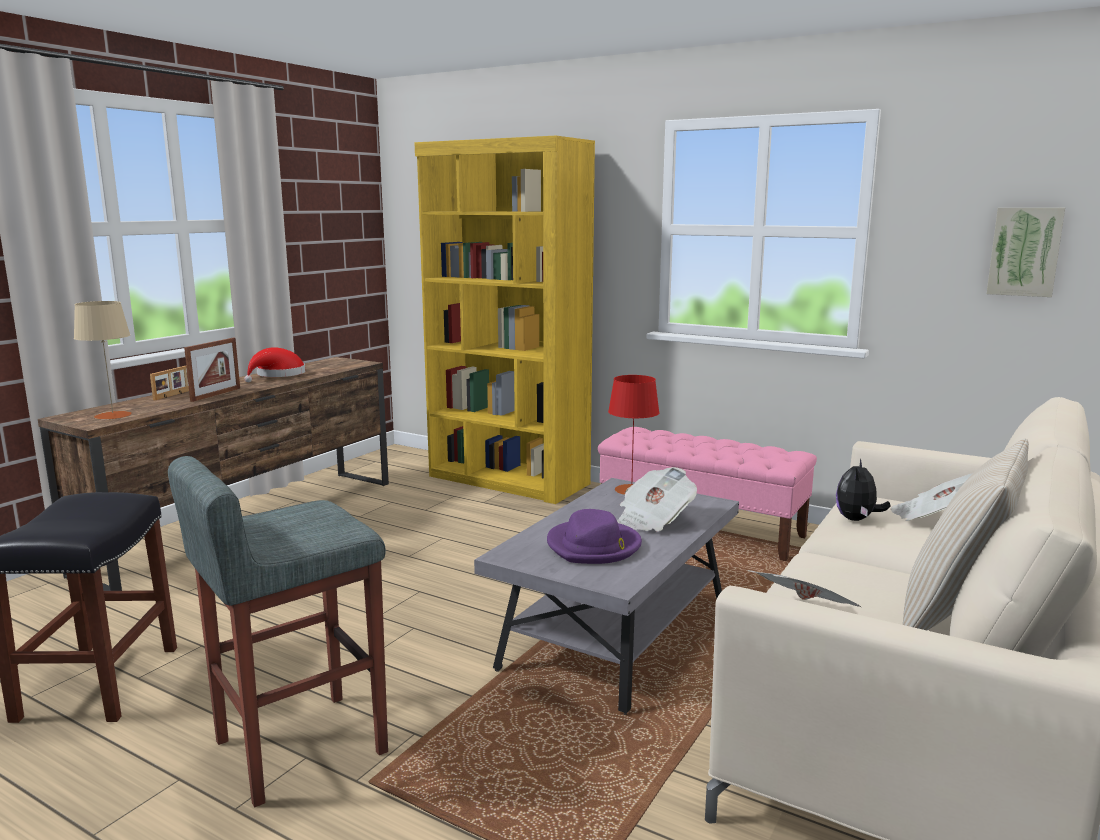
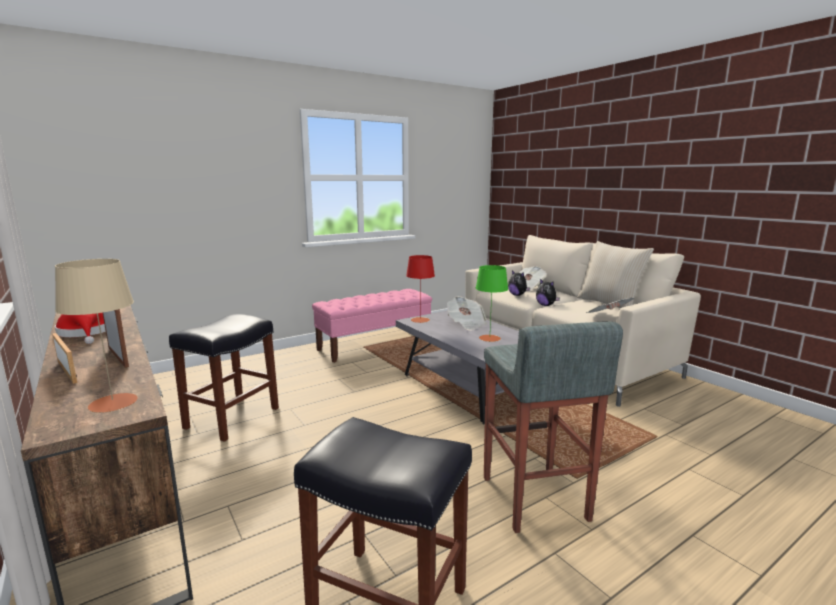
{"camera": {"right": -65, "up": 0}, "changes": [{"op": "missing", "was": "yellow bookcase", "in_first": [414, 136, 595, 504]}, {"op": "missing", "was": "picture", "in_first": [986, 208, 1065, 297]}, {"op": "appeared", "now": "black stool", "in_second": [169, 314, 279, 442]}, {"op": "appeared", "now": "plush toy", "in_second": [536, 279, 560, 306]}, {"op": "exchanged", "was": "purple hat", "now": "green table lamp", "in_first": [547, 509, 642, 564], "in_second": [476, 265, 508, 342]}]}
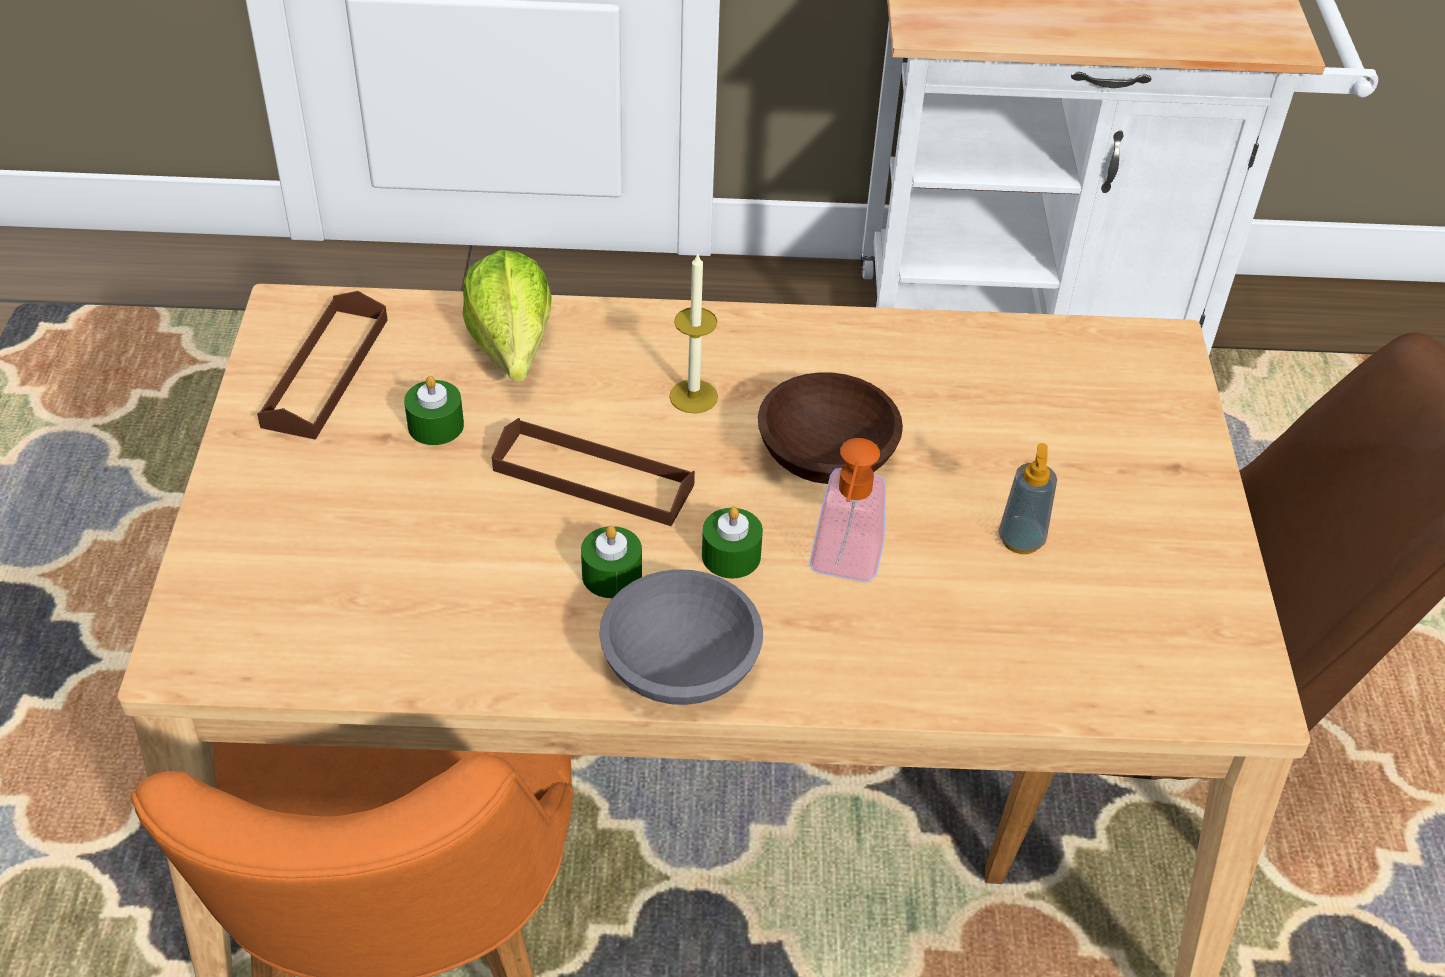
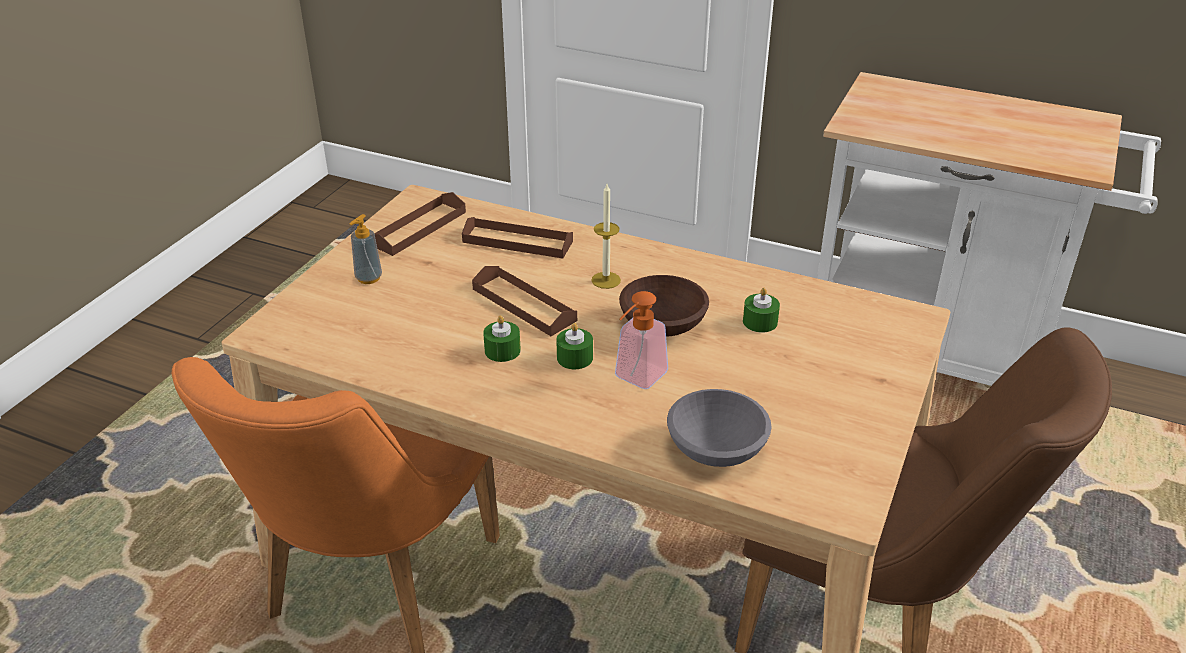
{"camera": {"right": 25, "up": -10}, "changes": [{"op": "relocated", "was": "green candle", "in_first": [404, 376, 464, 445], "in_second": [743, 288, 780, 333]}, {"op": "relocated", "was": "grey bowl", "in_first": [599, 569, 763, 705], "in_second": [667, 389, 772, 467]}, {"op": "relocated", "was": "soap dispenser", "in_first": [998, 443, 1057, 554], "in_second": [350, 214, 382, 284]}, {"op": "exchanged", "was": "lettuce", "now": "brown tray", "in_first": [462, 250, 552, 382], "in_second": [462, 217, 573, 258]}]}
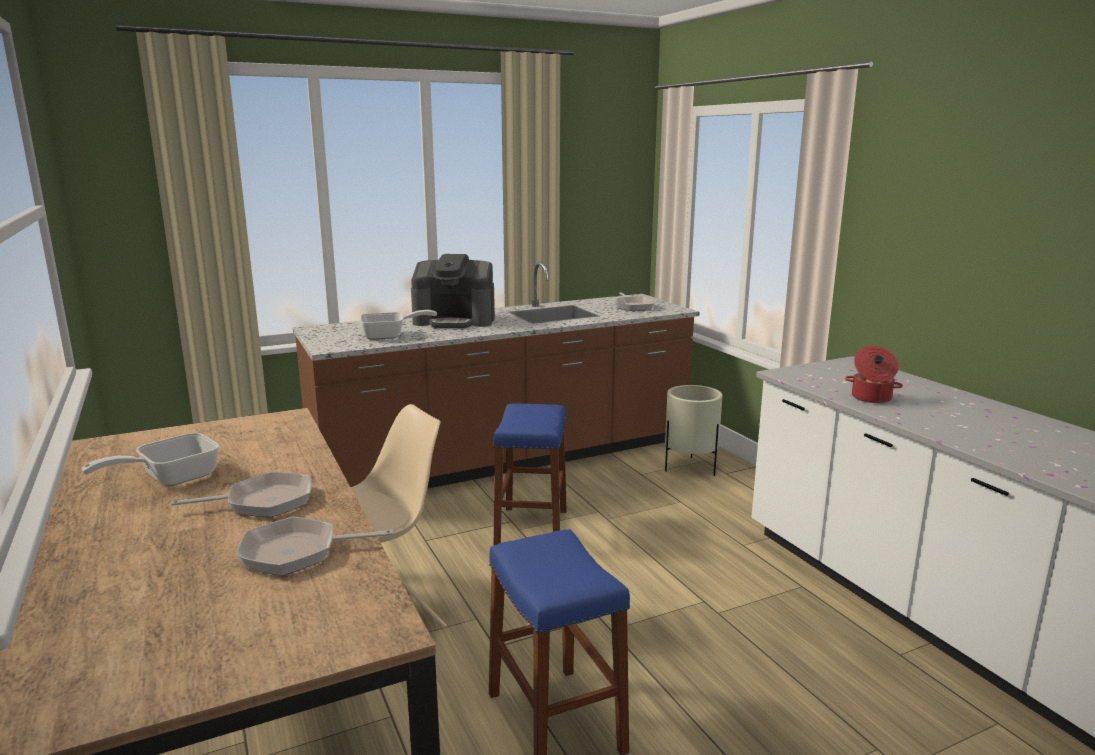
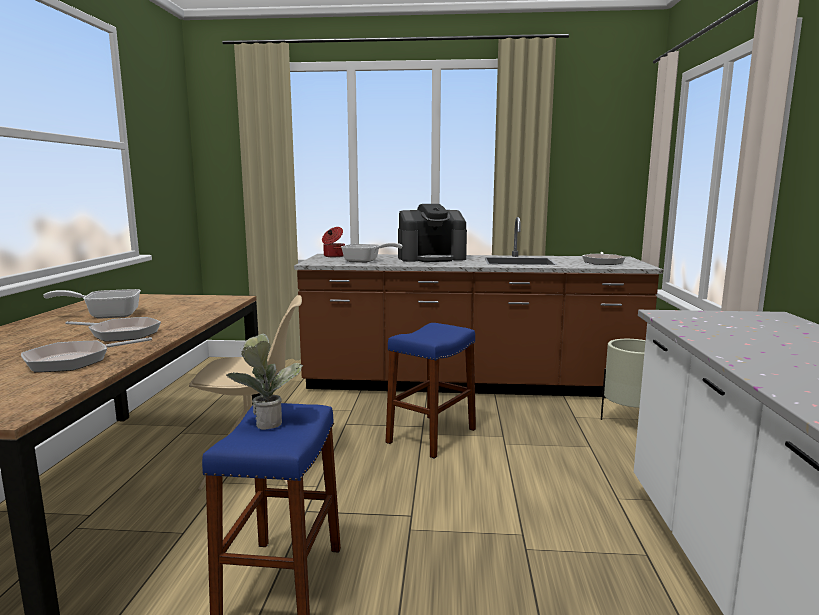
{"camera": {"right": 30, "up": -5}, "changes": [{"op": "appeared", "now": "potted plant", "in_second": [226, 333, 303, 429]}, {"op": "relocated", "was": "cooking pot", "in_first": [845, 346, 903, 403], "in_second": [322, 227, 345, 257]}, {"op": "spun", "was": "frying pan", "in_first": [237, 517, 393, 576], "in_second": [21, 337, 152, 372], "clockwise": -60}, {"op": "spun", "was": "coffee machine", "in_first": [411, 254, 495, 328], "in_second": [398, 204, 467, 262], "clockwise": -45}]}
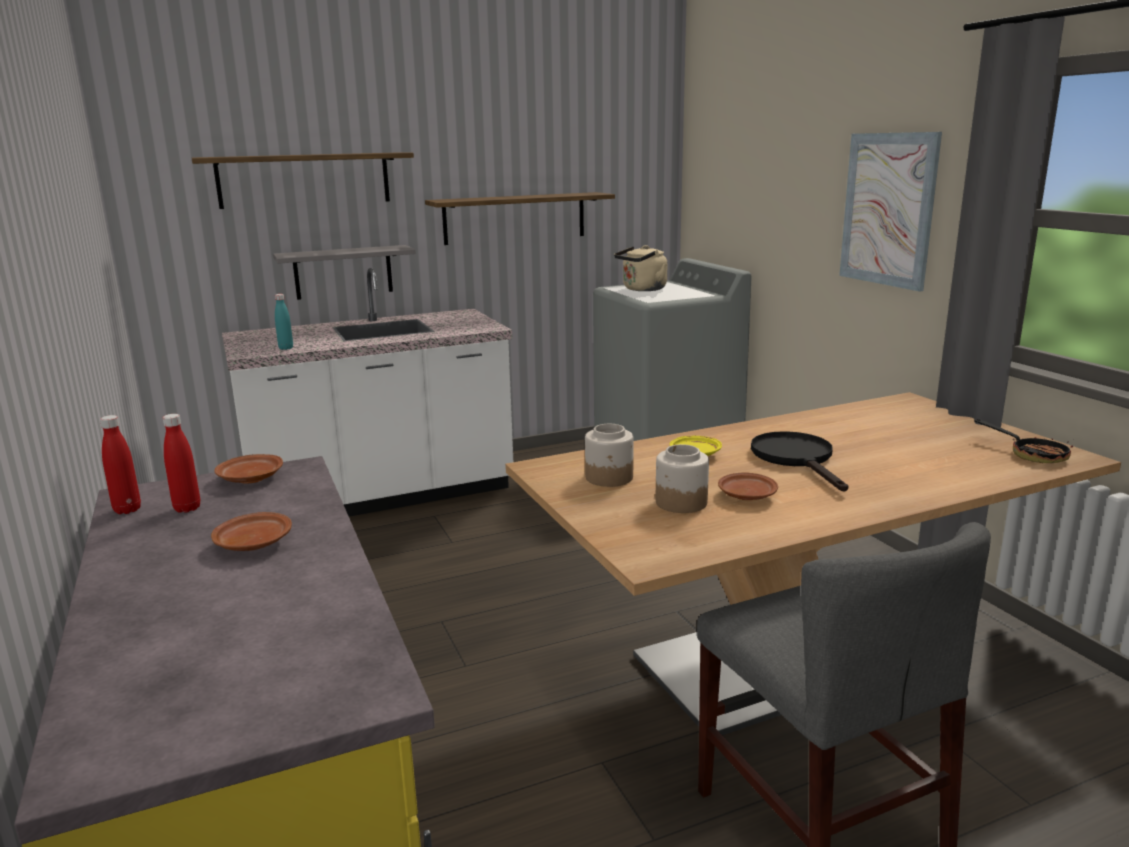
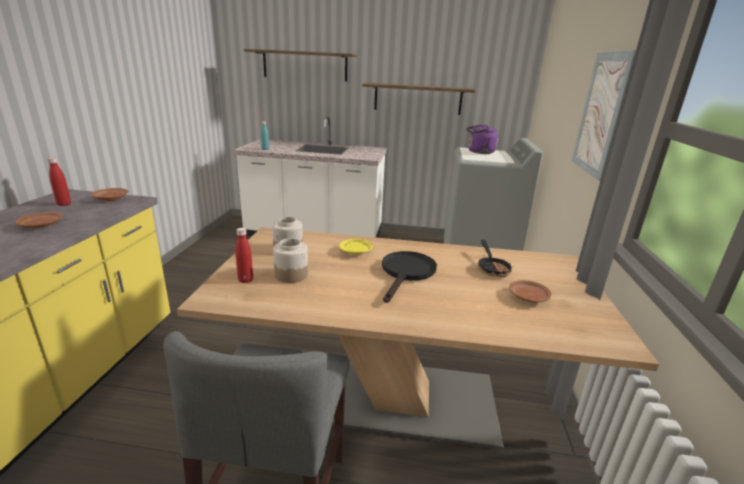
{"camera": {"right": 30, "up": 5}, "changes": [{"op": "missing", "was": "grey shelf", "in_first": [273, 245, 416, 300]}, {"op": "relocated", "was": "red bottle", "in_first": [100, 415, 141, 514], "in_second": [235, 228, 253, 283]}, {"op": "relocated", "was": "brown plate", "in_first": [718, 472, 778, 500], "in_second": [510, 280, 552, 302]}, {"op": "relocated", "was": "frying pan", "in_first": [975, 419, 1073, 463], "in_second": [477, 240, 514, 277]}, {"op": "colour", "was": "beige kettle", "now": "purple kettle", "in_first": [614, 245, 667, 291], "in_second": [466, 125, 498, 154]}]}
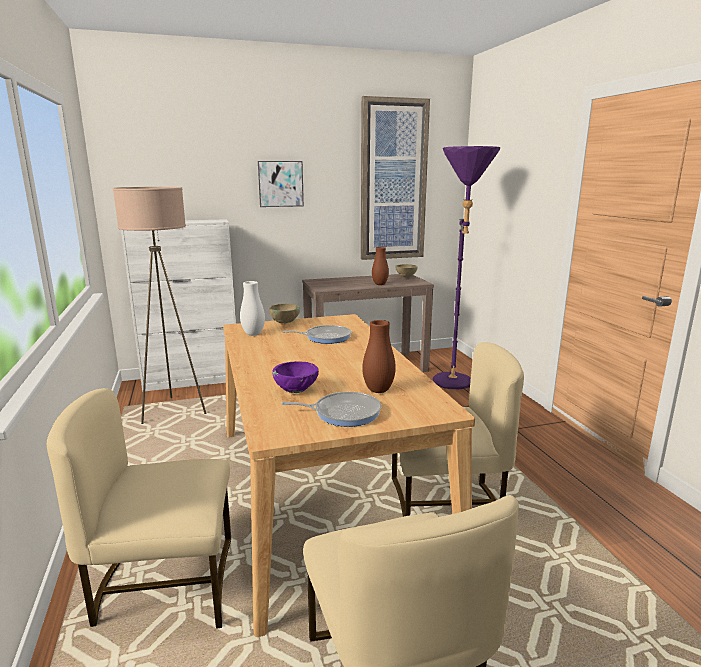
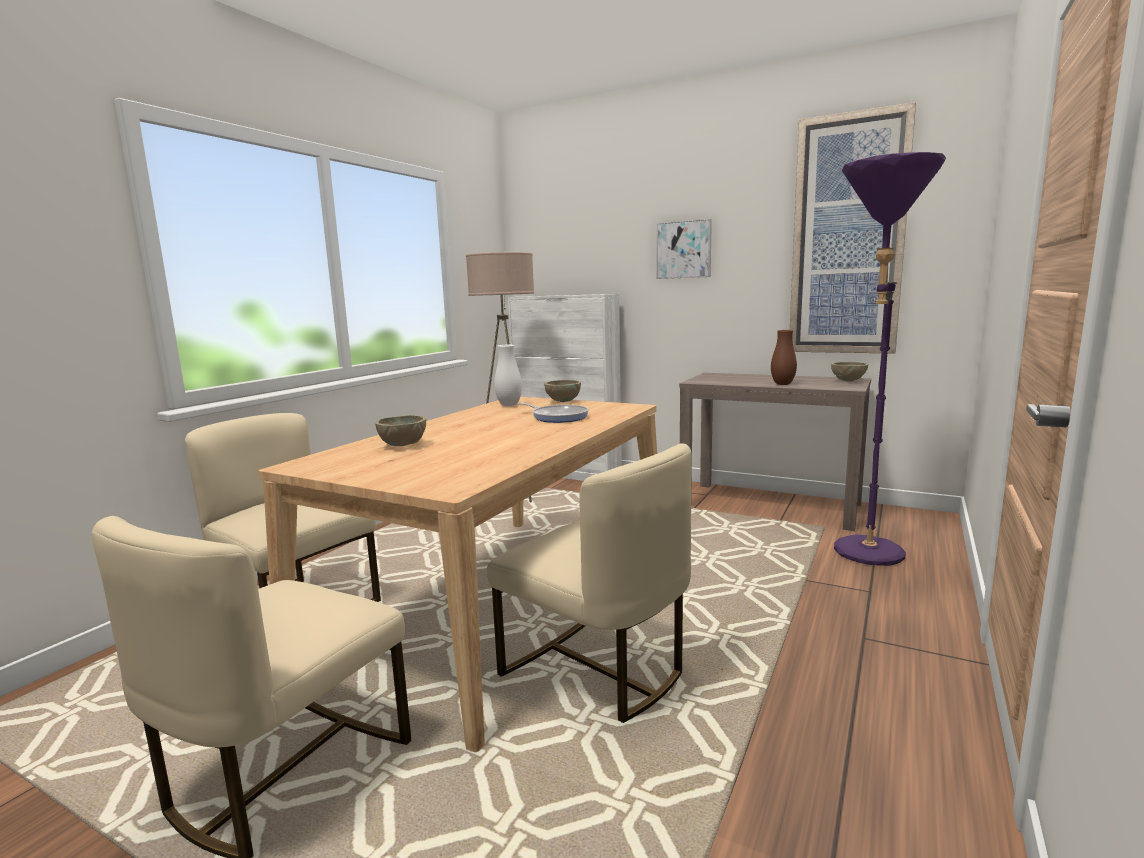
{"camera": {"right": 45, "up": -5}, "changes": [{"op": "missing", "was": "frying pan", "in_first": [281, 392, 381, 427]}, {"op": "missing", "was": "brown vase", "in_first": [362, 320, 396, 393]}, {"op": "colour", "was": "purple bowl", "now": "beige bowl", "in_first": [273, 361, 319, 393], "in_second": [375, 415, 426, 446]}]}
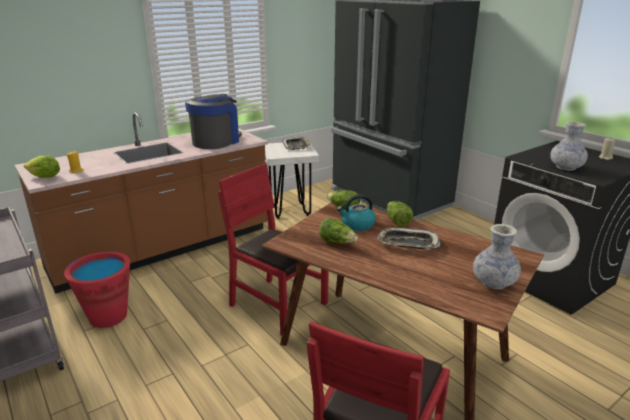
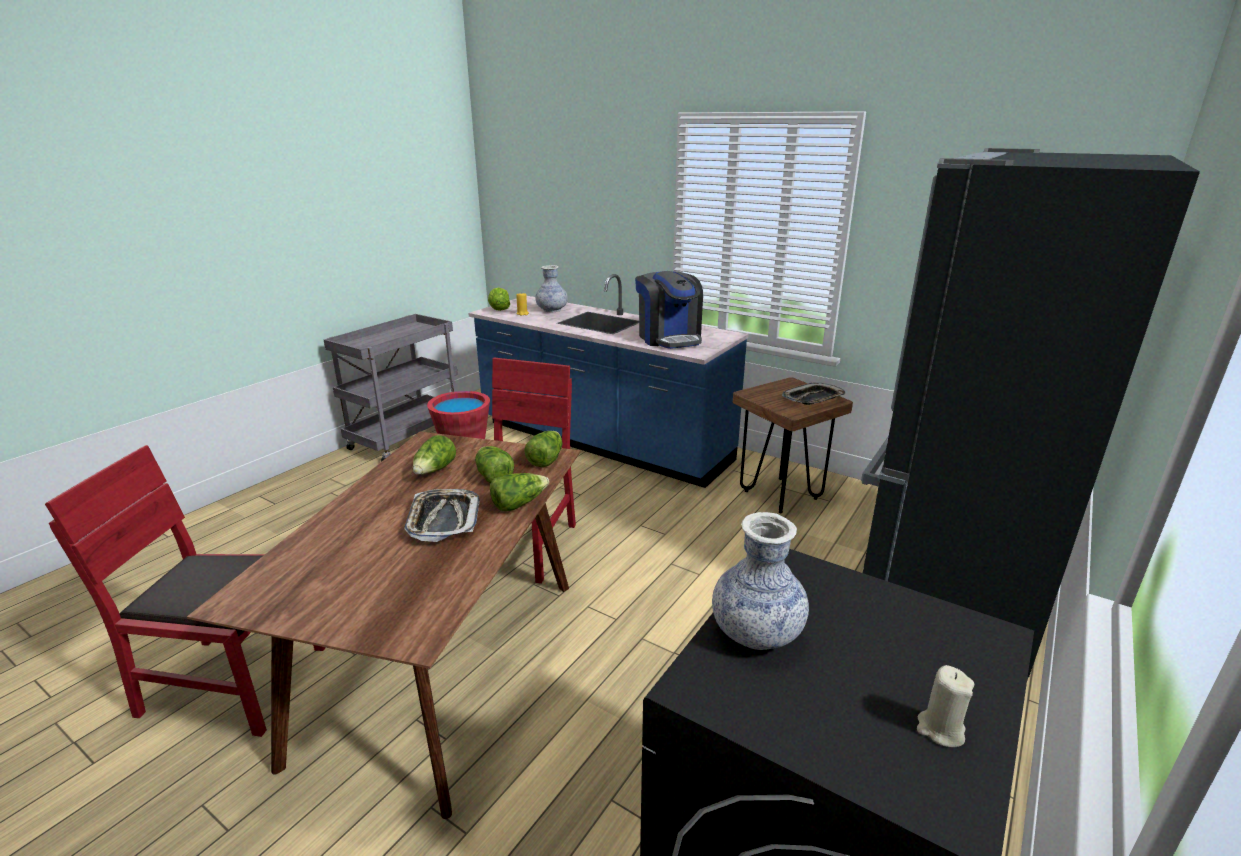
{"camera": {"right": 70, "up": 0}, "changes": [{"op": "relocated", "was": "vase", "in_first": [473, 224, 521, 289], "in_second": [535, 265, 568, 312]}, {"op": "exchanged", "was": "kettle", "now": "lettuce", "in_first": [337, 194, 376, 231], "in_second": [475, 446, 514, 483]}, {"op": "colour", "was": "brown counter", "now": "blue counter", "in_first": [15, 112, 268, 294], "in_second": [468, 274, 749, 488]}, {"op": "colour", "was": "white stool", "now": "brown stool", "in_first": [265, 143, 319, 219], "in_second": [733, 377, 853, 514]}, {"op": "spun", "was": "coffee machine", "in_first": [185, 94, 242, 149], "in_second": [635, 271, 703, 349], "clockwise": 60}]}
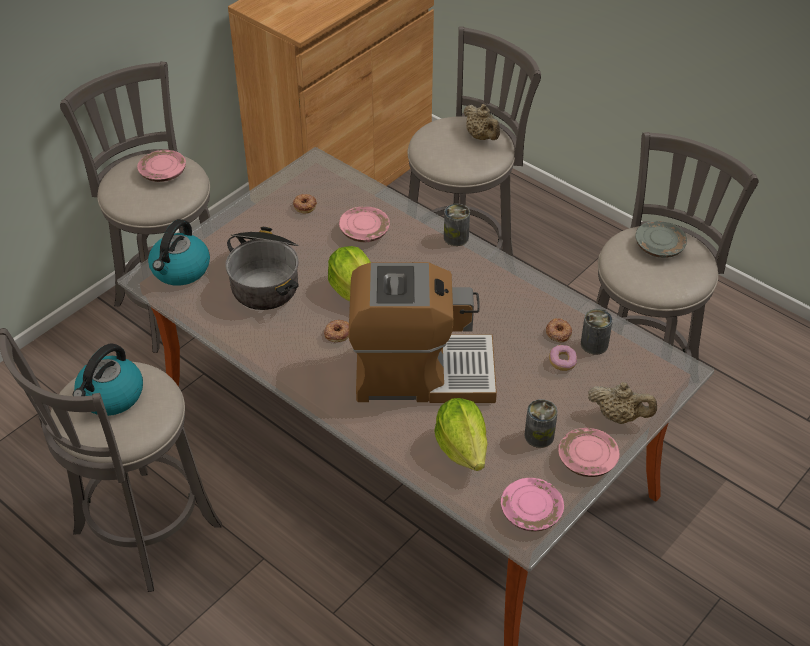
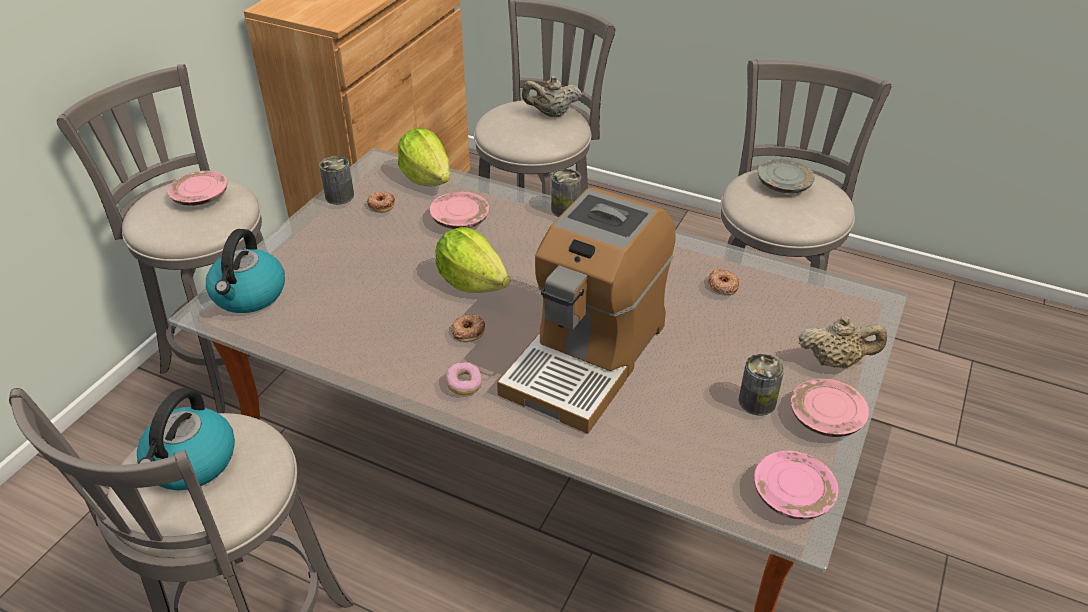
{"camera": {"right": -15, "up": -5}, "changes": [{"op": "missing", "was": "cooking pot", "in_first": [225, 227, 298, 310]}, {"op": "relocated", "was": "lettuce", "in_first": [434, 398, 488, 471], "in_second": [398, 128, 450, 186]}, {"op": "relocated", "was": "donut", "in_first": [549, 345, 577, 371], "in_second": [445, 362, 482, 395]}, {"op": "relocated", "was": "can", "in_first": [581, 309, 613, 355], "in_second": [319, 156, 354, 204]}, {"op": "spun", "was": "coffee machine", "in_first": [348, 262, 497, 403], "in_second": [497, 187, 676, 434], "clockwise": 135}, {"op": "spun", "was": "beige teapot", "in_first": [464, 104, 500, 140], "in_second": [522, 76, 582, 117], "clockwise": 135}]}
